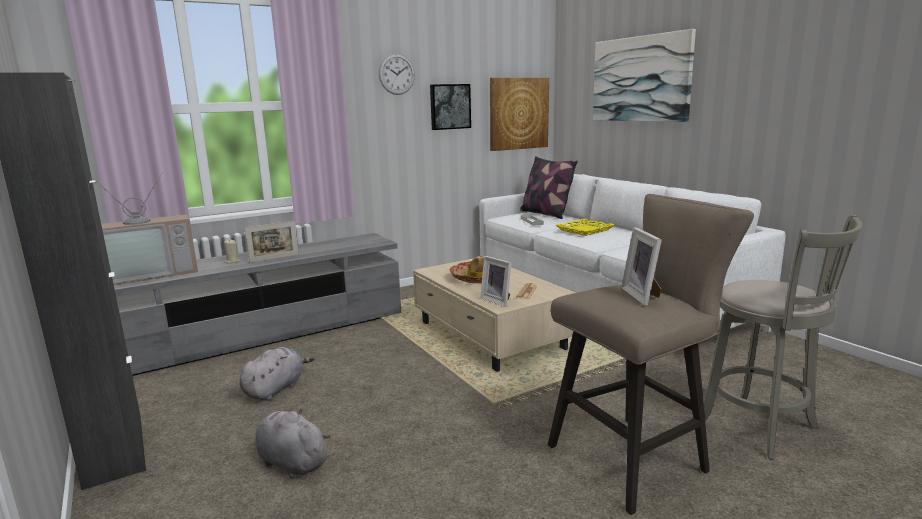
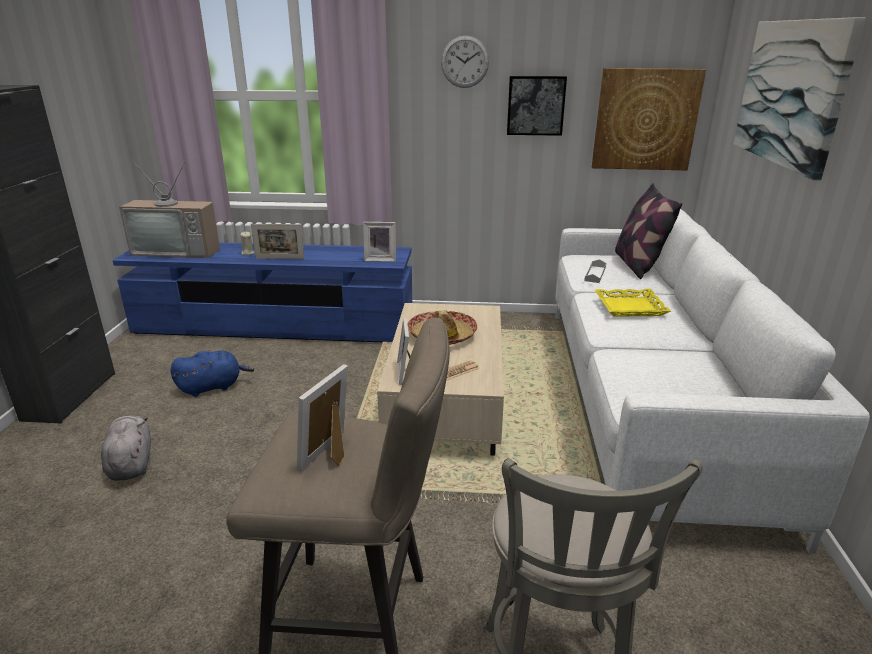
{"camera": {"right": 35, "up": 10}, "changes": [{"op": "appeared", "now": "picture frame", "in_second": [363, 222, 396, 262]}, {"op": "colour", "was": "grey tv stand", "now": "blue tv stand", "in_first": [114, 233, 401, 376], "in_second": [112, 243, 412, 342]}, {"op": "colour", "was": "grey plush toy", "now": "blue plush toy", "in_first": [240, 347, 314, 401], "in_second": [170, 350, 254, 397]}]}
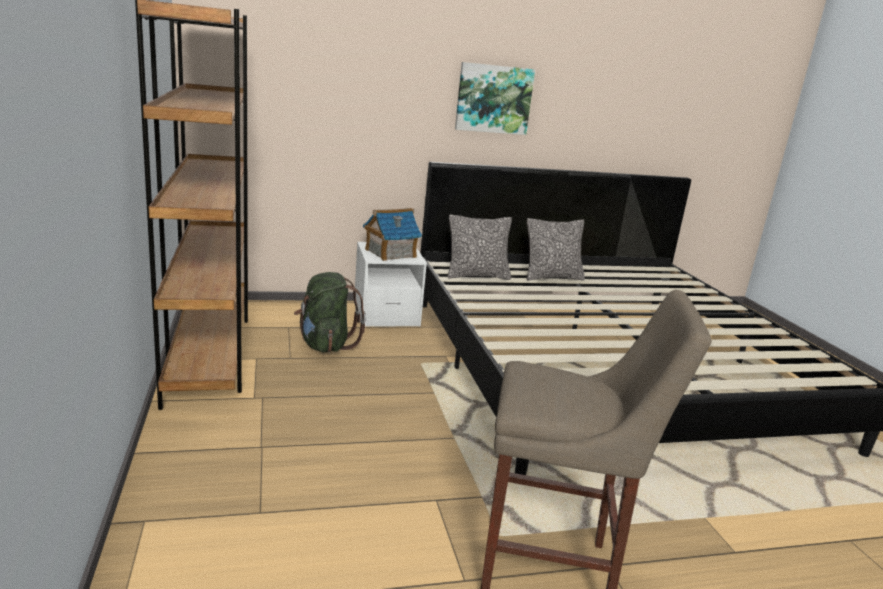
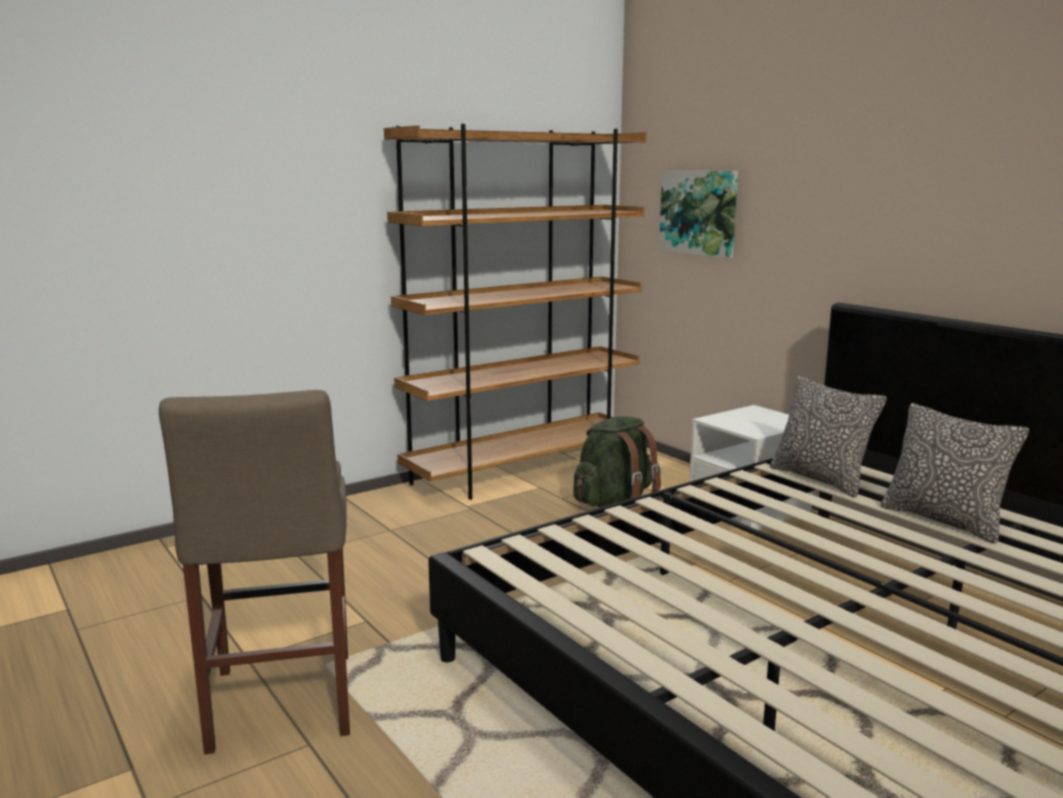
{"camera": {"right": 70, "up": -5}, "changes": [{"op": "missing", "was": "toy house", "in_first": [363, 208, 422, 261]}, {"op": "relocated", "was": "picture", "in_first": [455, 62, 535, 135], "in_second": [659, 170, 738, 259]}]}
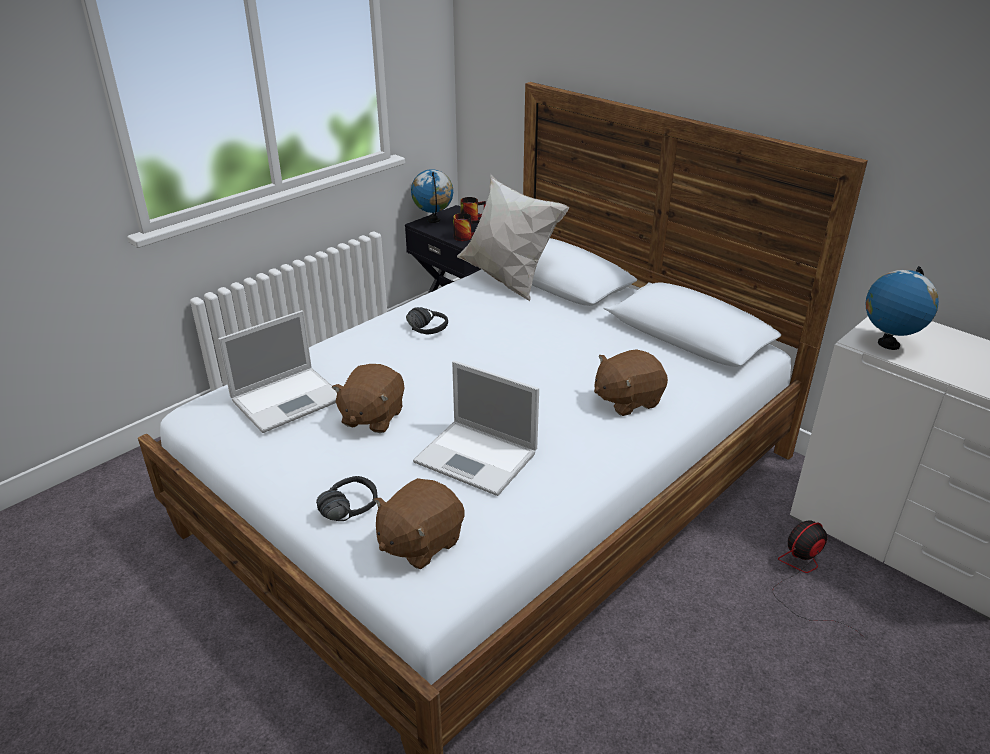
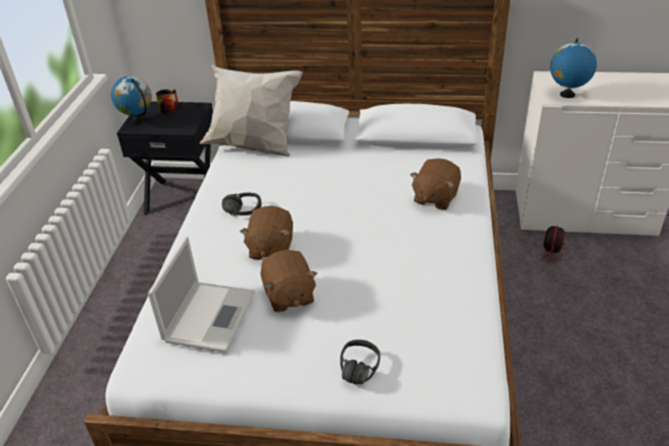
{"camera": {"right": -35, "up": 5}, "changes": [{"op": "missing", "was": "laptop", "in_first": [413, 361, 539, 496]}, {"op": "missing", "was": "mug", "in_first": [453, 213, 480, 241]}, {"op": "relocated", "was": "brown plush toy", "in_first": [374, 478, 465, 569], "in_second": [240, 206, 293, 260]}]}
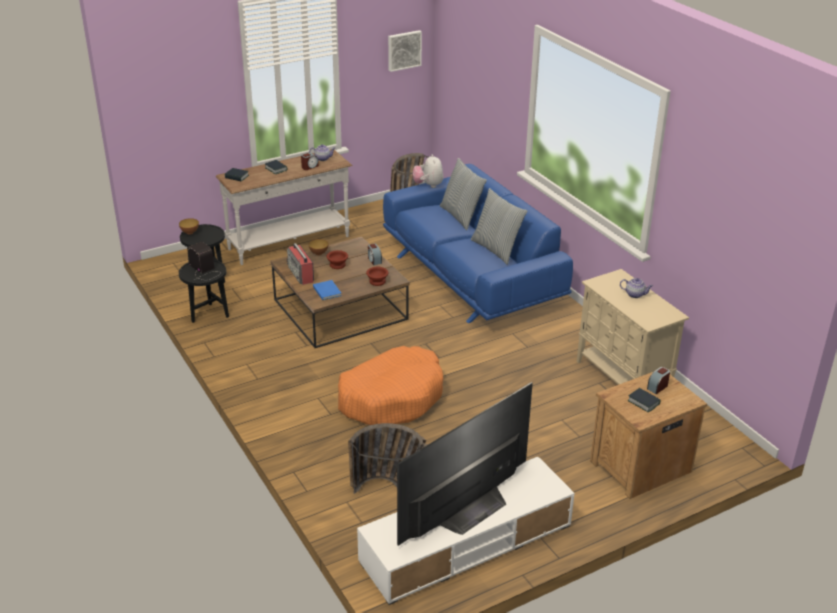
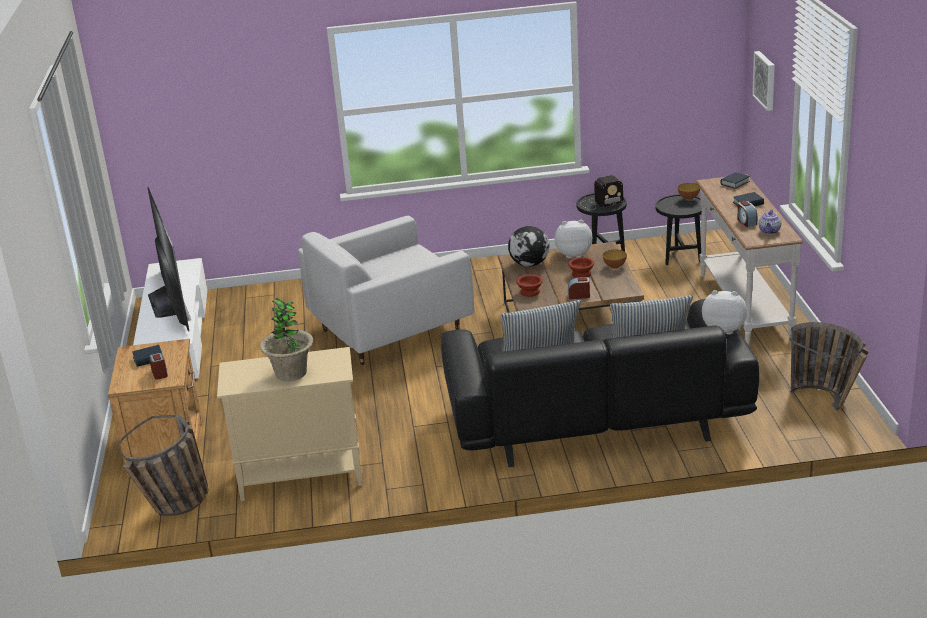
{"camera": {"right": 115, "up": -5}, "changes": [{"op": "relocated", "was": "basket", "in_first": [348, 423, 428, 494], "in_second": [116, 415, 209, 516]}, {"op": "relocated", "was": "picture", "in_first": [388, 30, 422, 72], "in_second": [752, 51, 775, 111]}, {"op": "exchanged", "was": "radio", "now": "plush toy", "in_first": [287, 243, 314, 285], "in_second": [555, 220, 592, 258]}, {"op": "exchanged", "was": "blue book", "now": "globe", "in_first": [313, 280, 342, 300], "in_second": [508, 226, 549, 267]}, {"op": "exchanged", "was": "orange dog bed", "now": "white armchair", "in_first": [338, 346, 444, 425], "in_second": [298, 216, 474, 365]}, {"op": "exchanged", "was": "teapot", "now": "potted plant", "in_first": [620, 278, 653, 298], "in_second": [260, 298, 314, 381]}, {"op": "colour", "was": "blue sofa", "now": "black sofa", "in_first": [383, 164, 573, 323], "in_second": [441, 299, 759, 467]}]}
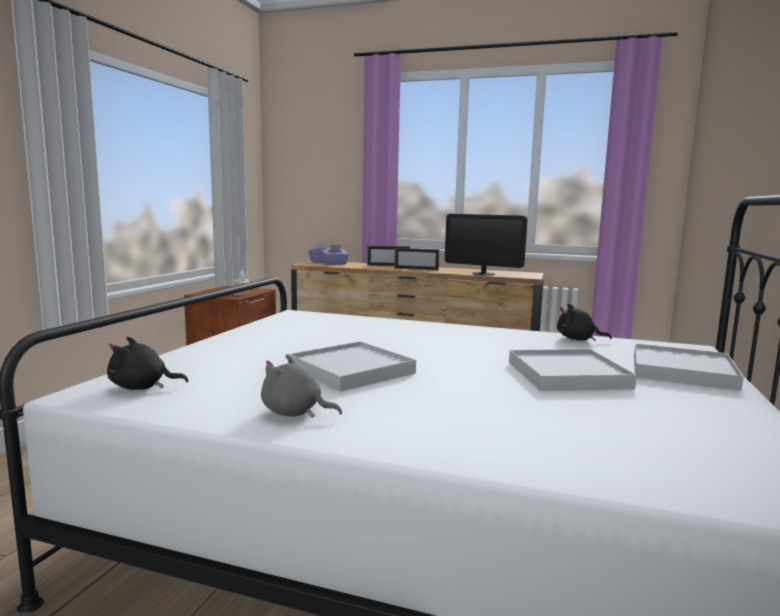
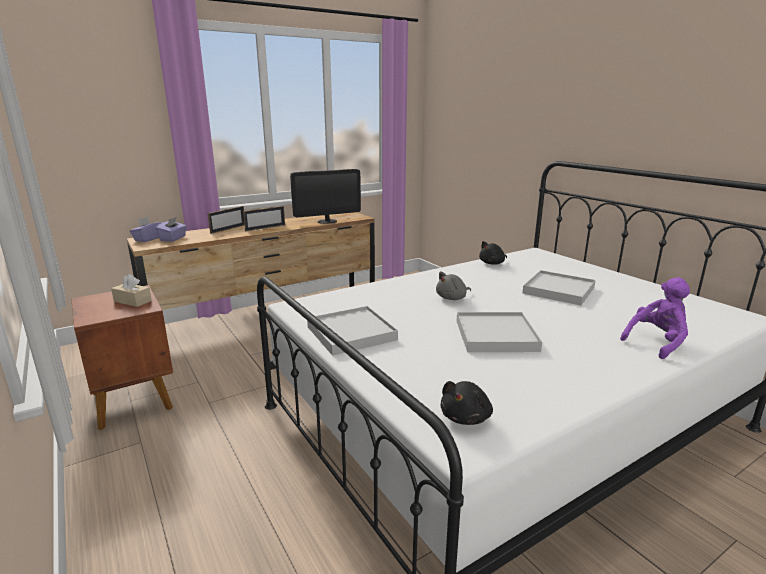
{"camera": {"right": -50, "up": 10}, "changes": [{"op": "appeared", "now": "purple plush toy", "in_second": [620, 277, 690, 359]}, {"op": "relocated", "was": "grey plush toy", "in_first": [261, 354, 342, 418], "in_second": [436, 272, 471, 300]}, {"op": "relocated", "was": "white tray", "in_first": [634, 344, 744, 391], "in_second": [307, 306, 398, 356]}]}
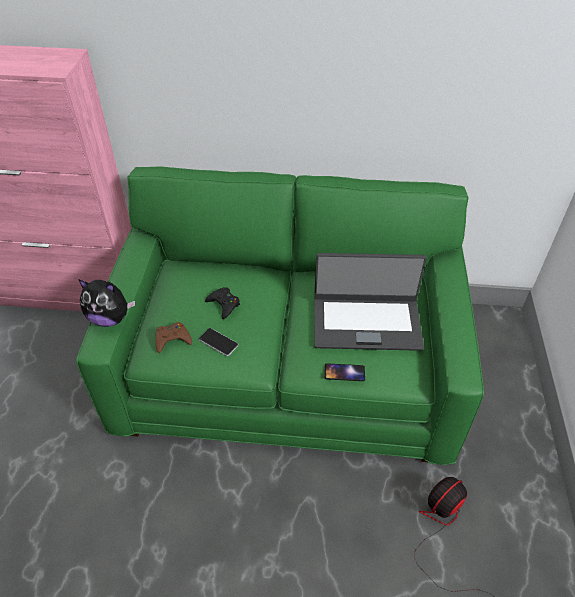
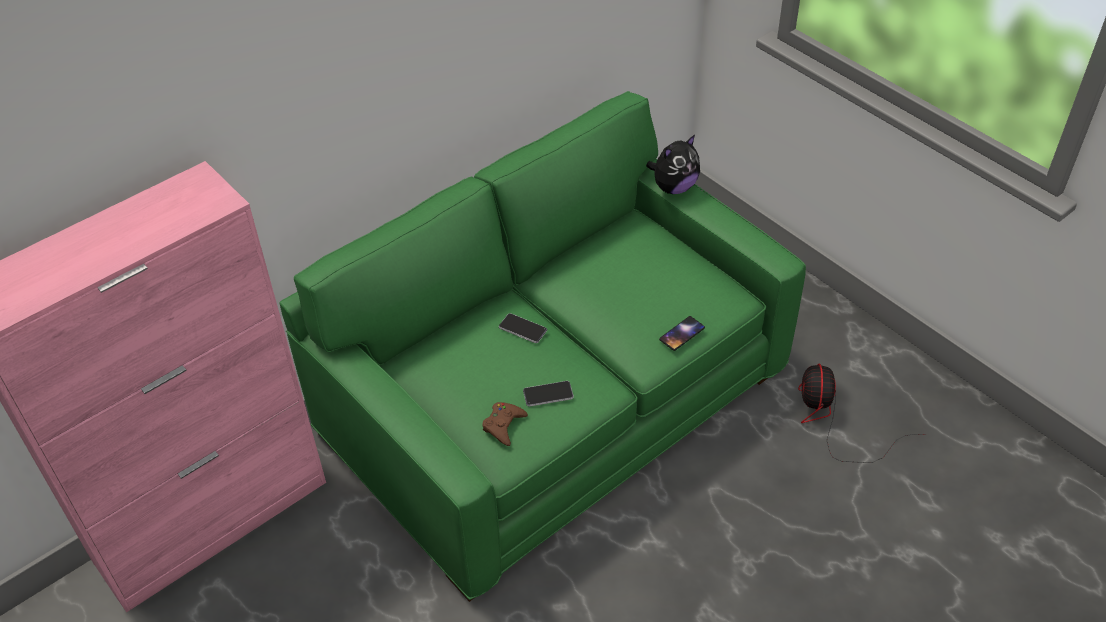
{"camera": {"right": -45, "up": 0}, "changes": [{"op": "missing", "was": "black game controller", "in_first": [205, 287, 240, 319]}, {"op": "missing", "was": "laptop", "in_first": [314, 253, 427, 351]}, {"op": "appeared", "now": "phone", "in_second": [499, 313, 547, 343]}, {"op": "relocated", "was": "plush toy", "in_first": [78, 279, 135, 327], "in_second": [646, 135, 700, 194]}]}
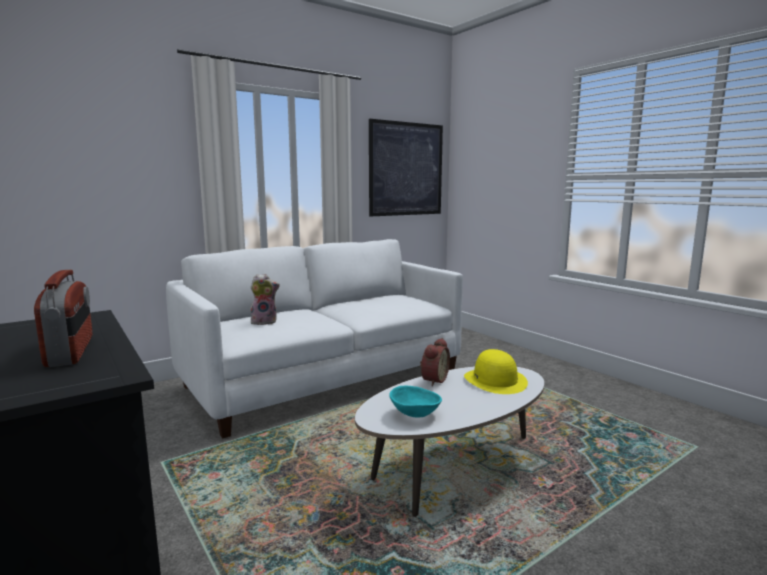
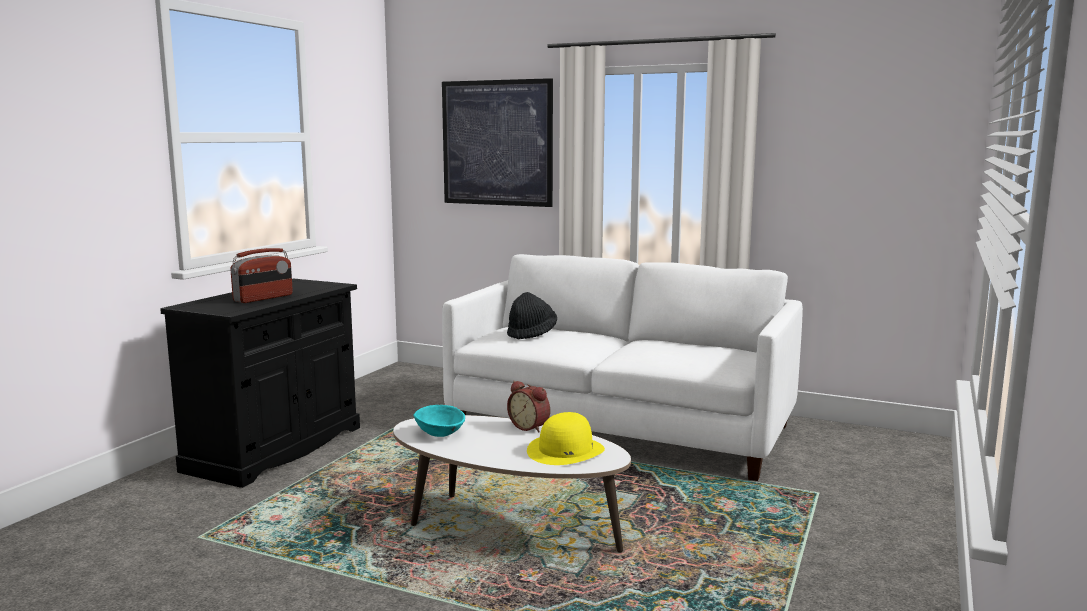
{"camera": {"right": 60, "up": 0}, "changes": [{"op": "relocated", "was": "picture", "in_first": [369, 119, 443, 217], "in_second": [442, 78, 553, 207]}, {"op": "exchanged", "was": "plush toy", "now": "black hat", "in_first": [250, 274, 280, 325], "in_second": [507, 292, 557, 340]}, {"op": "spun", "was": "alarm clock", "in_first": [420, 338, 450, 386], "in_second": [507, 381, 550, 432], "clockwise": 45}]}
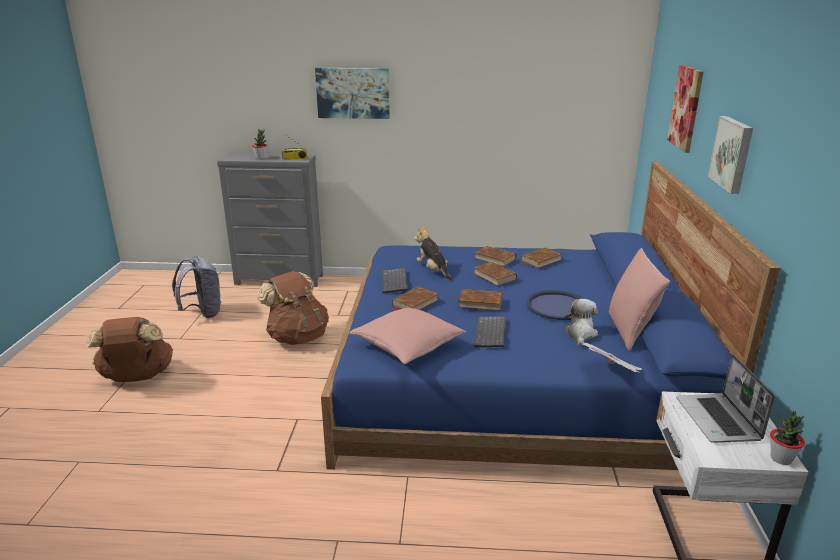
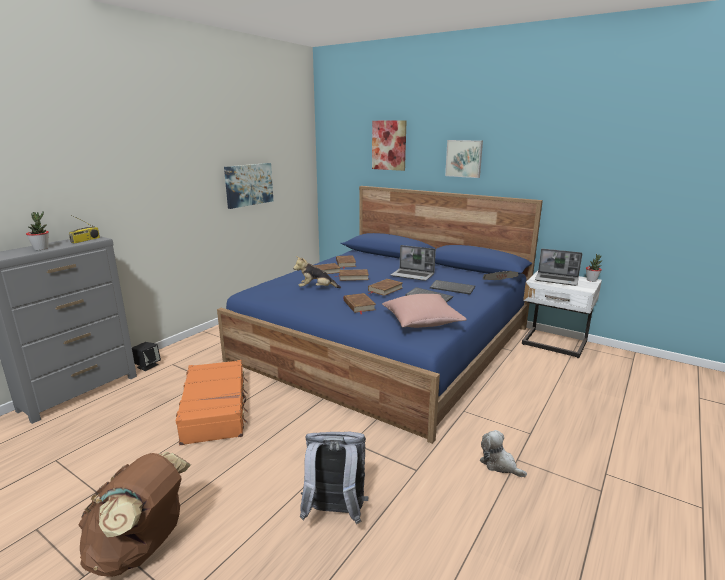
{"camera": {"right": -60, "up": -5}, "changes": [{"op": "missing", "was": "pink pillow", "in_first": [609, 248, 670, 351]}, {"op": "appeared", "now": "black speaker", "in_second": [132, 342, 161, 371]}, {"op": "relocated", "was": "grey backpack", "in_first": [172, 256, 221, 318], "in_second": [300, 432, 368, 524]}, {"op": "relocated", "was": "picture", "in_first": [315, 68, 390, 119], "in_second": [224, 163, 273, 209]}, {"op": "relocated", "was": "keyboard", "in_first": [382, 268, 408, 293], "in_second": [430, 280, 475, 295]}, {"op": "relocated", "was": "plush toy", "in_first": [565, 299, 598, 347], "in_second": [480, 430, 527, 477]}, {"op": "exchanged", "was": "brown backpack", "now": "orange suitcase", "in_first": [257, 271, 329, 345], "in_second": [176, 360, 248, 445]}, {"op": "exchanged", "was": "blue tray", "now": "laptop", "in_first": [526, 290, 585, 320], "in_second": [391, 245, 436, 281]}]}
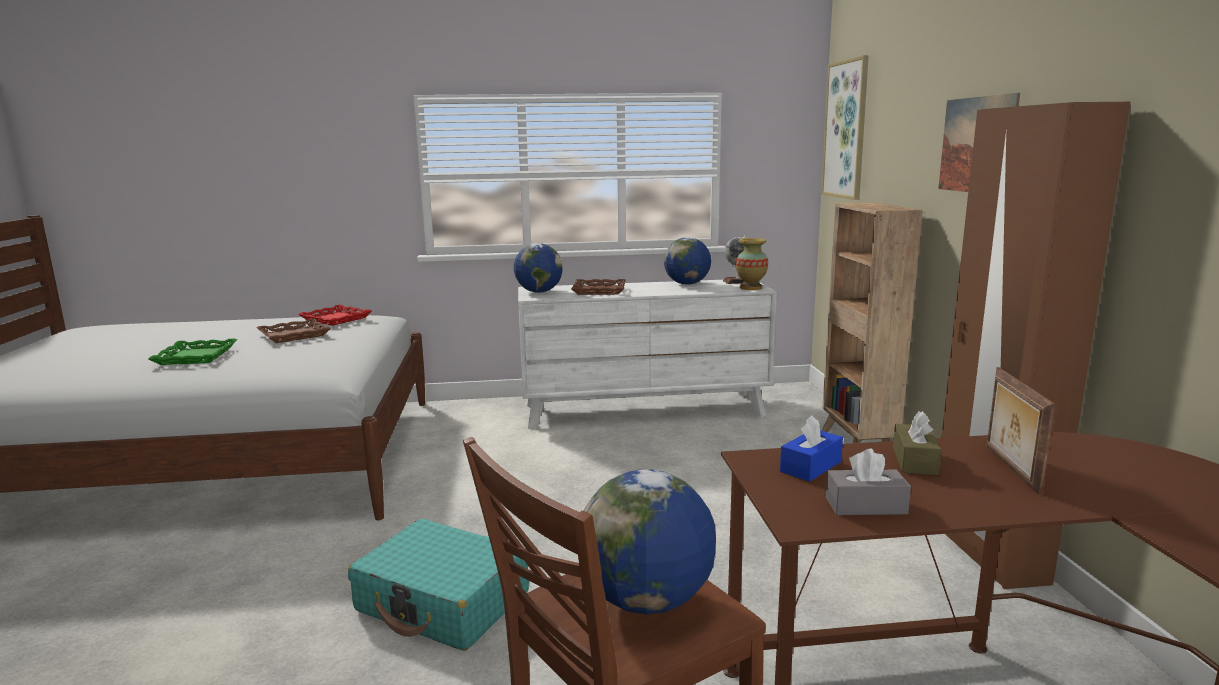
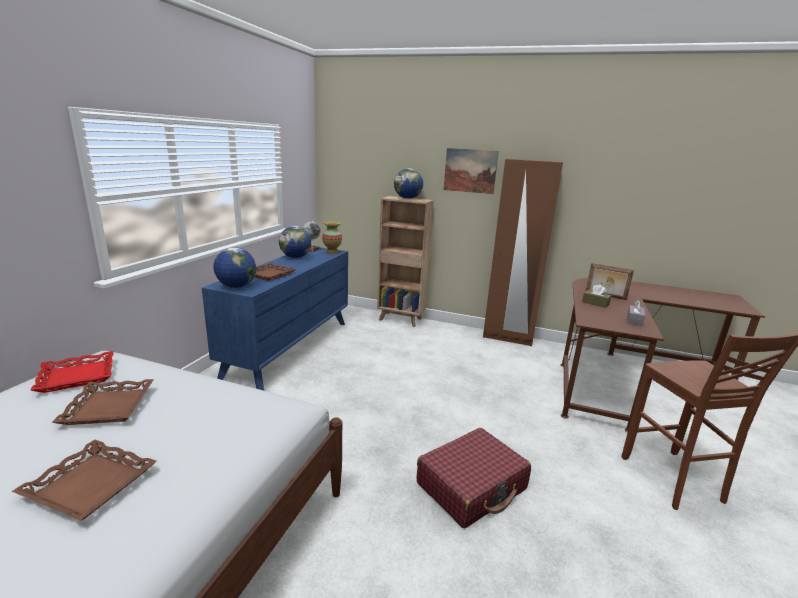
{"camera": {"right": -65, "up": 5}, "changes": [{"op": "missing", "was": "blue tissue box", "in_first": [780, 415, 843, 482]}, {"op": "missing", "was": "picture", "in_first": [821, 55, 869, 200]}, {"op": "relocated", "was": "globe", "in_first": [583, 469, 716, 614], "in_second": [394, 168, 423, 199]}, {"op": "colour", "was": "green tray", "now": "brown tray", "in_first": [148, 339, 237, 365], "in_second": [12, 440, 157, 521]}, {"op": "colour", "was": "turquoise suitcase", "now": "red suitcase", "in_first": [348, 519, 529, 651], "in_second": [416, 428, 531, 528]}, {"op": "colour", "was": "white dresser", "now": "blue dresser", "in_first": [518, 280, 777, 430], "in_second": [202, 248, 348, 391]}]}
